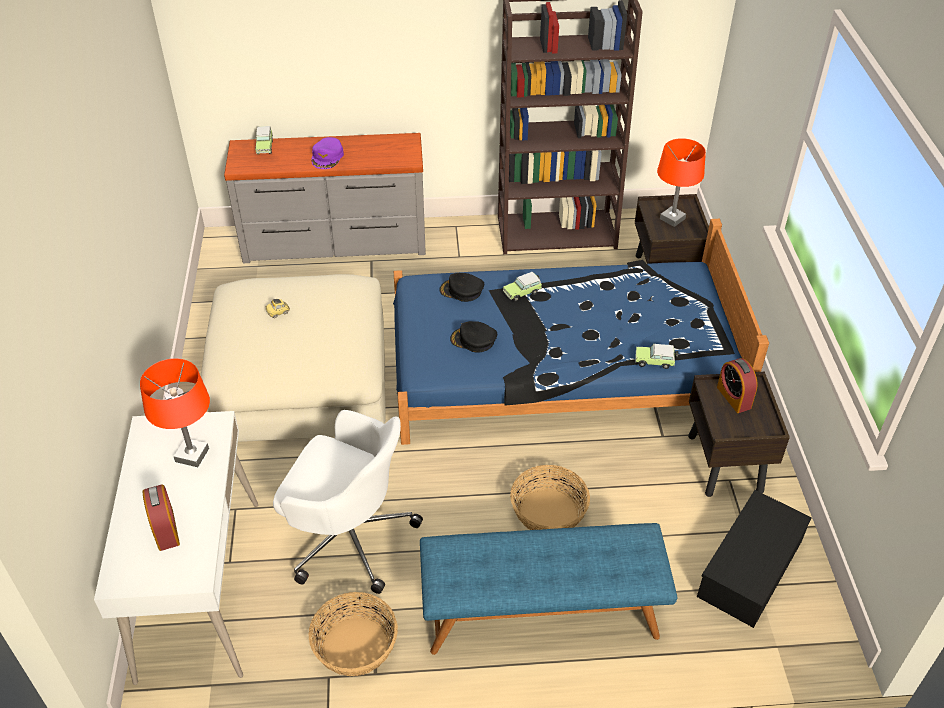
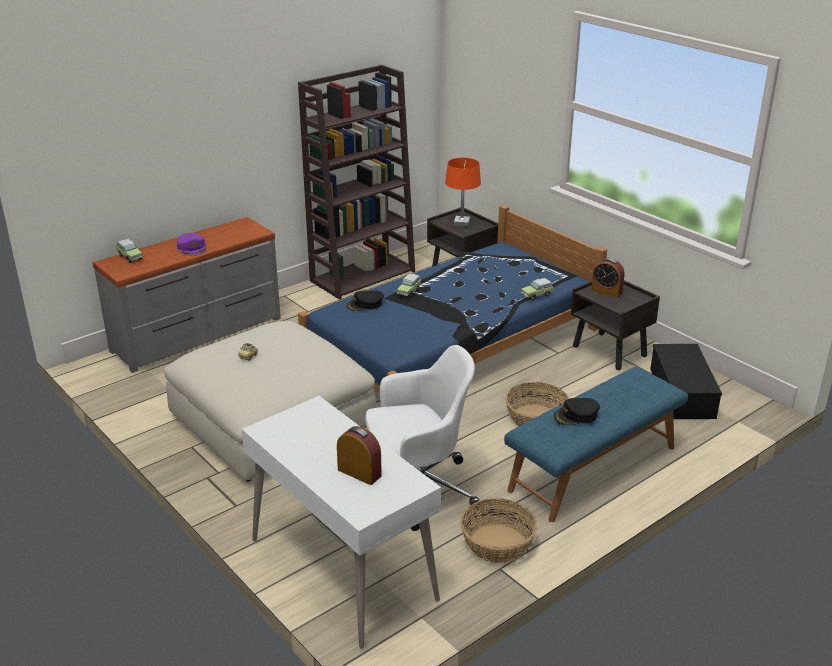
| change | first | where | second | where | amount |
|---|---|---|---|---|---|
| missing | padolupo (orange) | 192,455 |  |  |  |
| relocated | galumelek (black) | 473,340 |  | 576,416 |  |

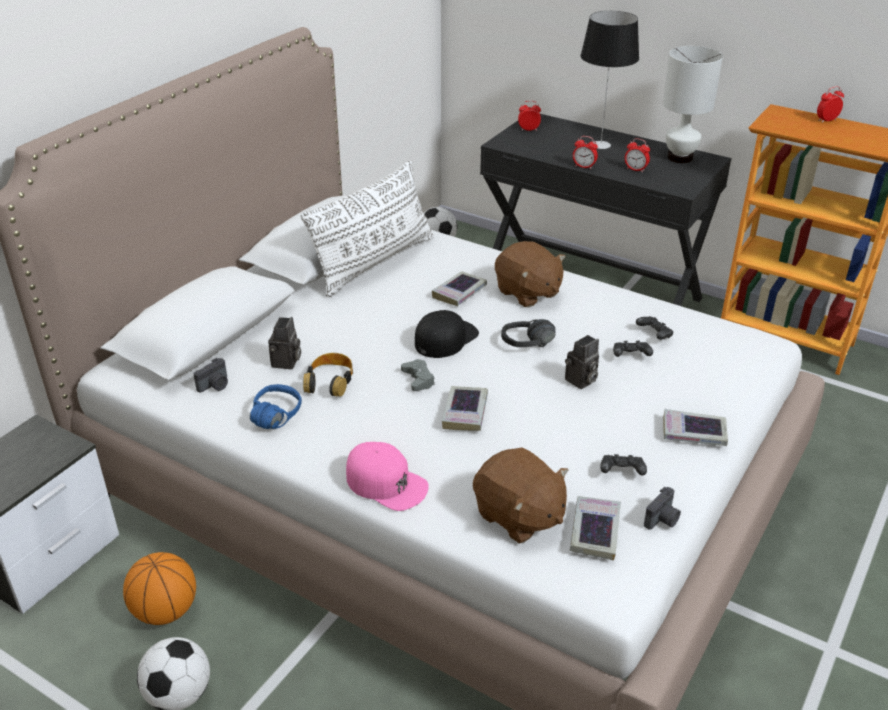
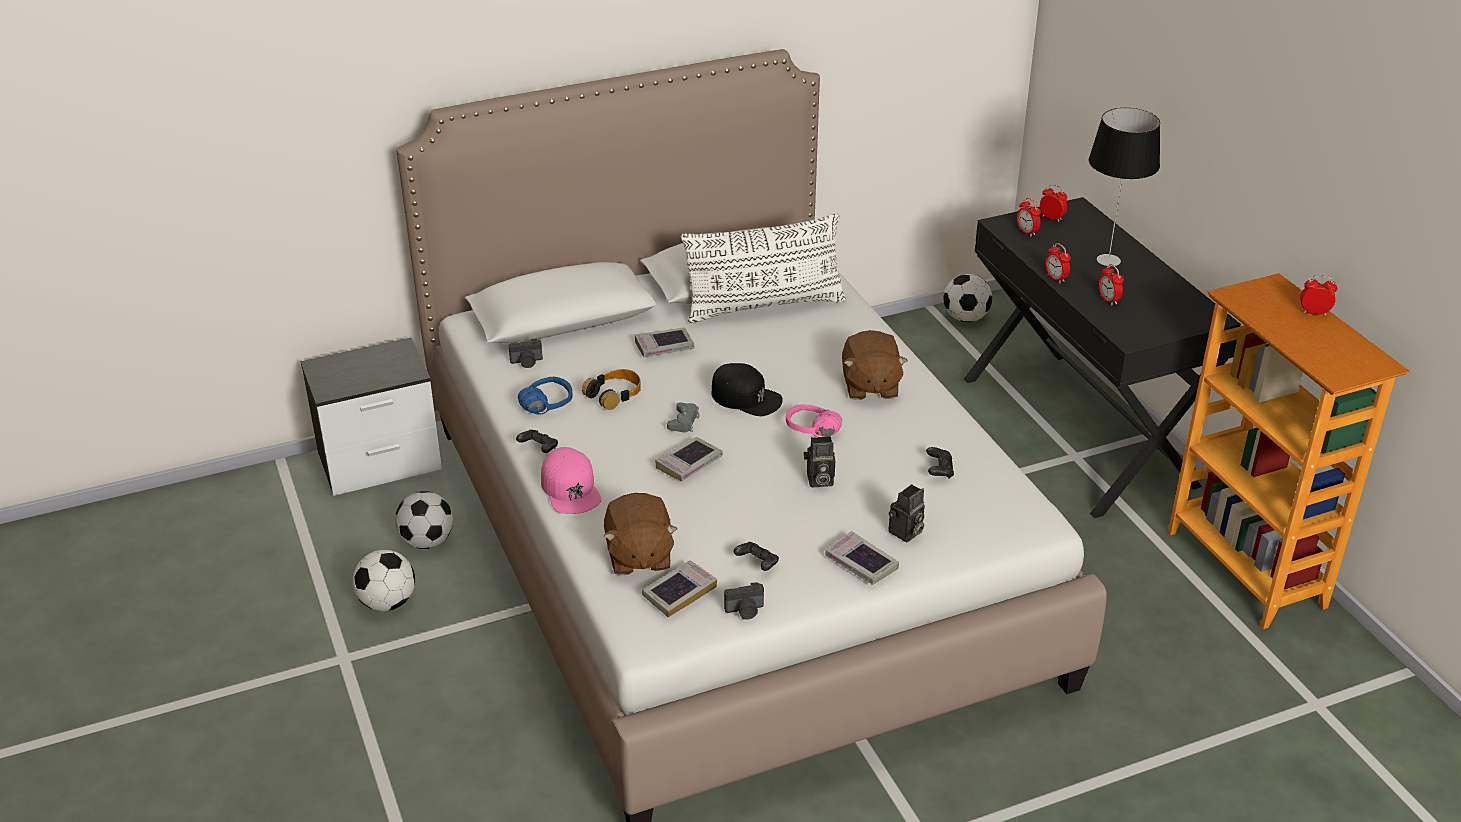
| change | first | where | second | where | amount |
|---|---|---|---|---|---|
| missing | padolupo (white) | 680,158 |  |  |  |
| appeared |  |  | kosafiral | 1027,232 |  |
| relocated | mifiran | 286,363 |  | 906,533 |  |
| relocated | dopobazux | 459,292 |  | 664,346 |  |
| relocated | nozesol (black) | 630,356 |  | 539,448 |  |
| exchanged | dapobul | 166,611 | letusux | 427,541 |  |
| colour | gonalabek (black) | 530,347 | gonalabek (pink) | 810,435 |  |
| spun | galumelek (black) | 445,338 |  | 746,397 | 45 degrees clockwise |

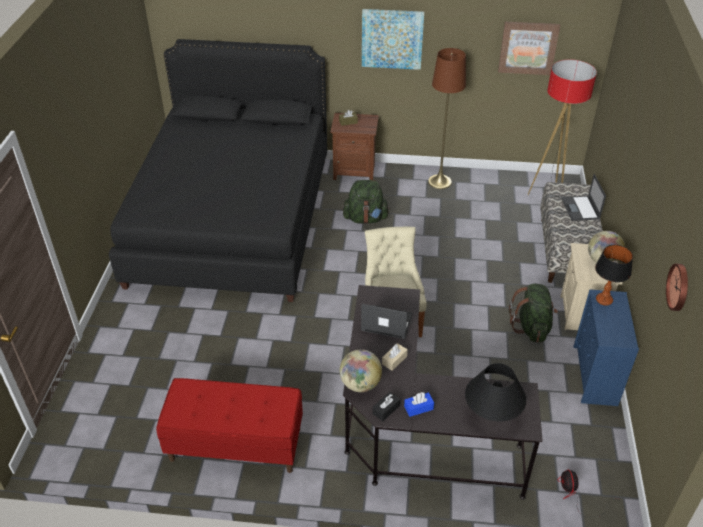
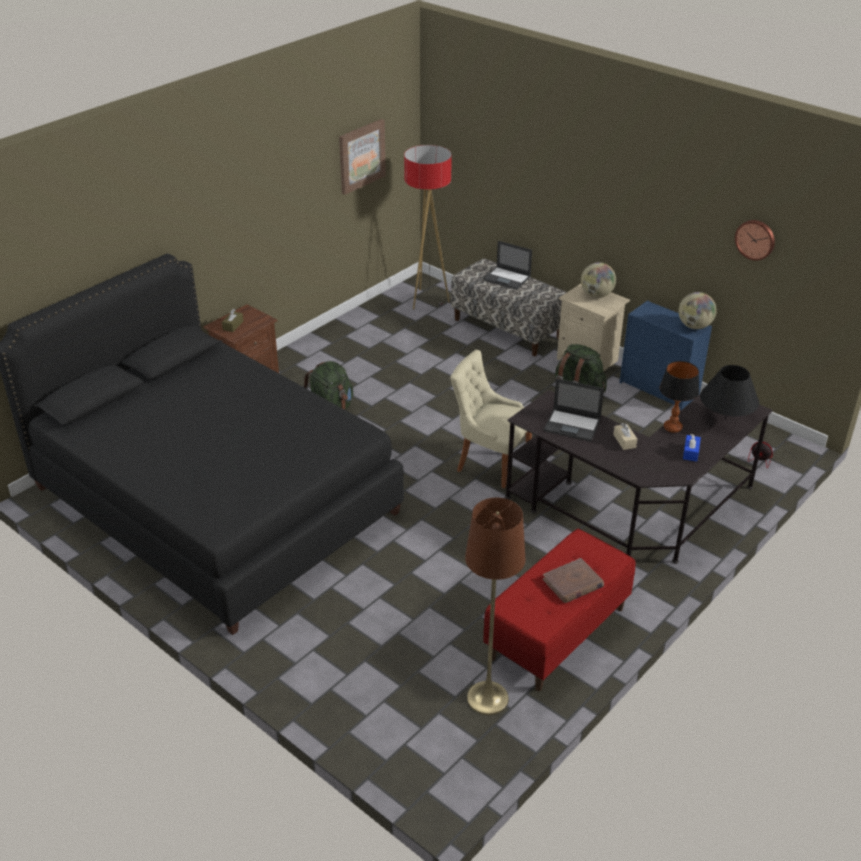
| change | first | where | second | where | amount |
|---|---|---|---|---|---|
| missing | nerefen | 392,39 |  |  |  |
| missing | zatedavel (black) | 386,409 |  |  |  |
| appeared |  |  | dopobazux (brown) | 573,583 |  |
| relocated | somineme | 360,384 |  | 694,326 |  |
| relocated | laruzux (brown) | 439,182 |  | 487,698 |  |
| relocated | padolupo | 604,300 |  | 672,427 |  |
| spun | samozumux | 386,322 |  | 573,425 | 120 degrees counterclockwise |

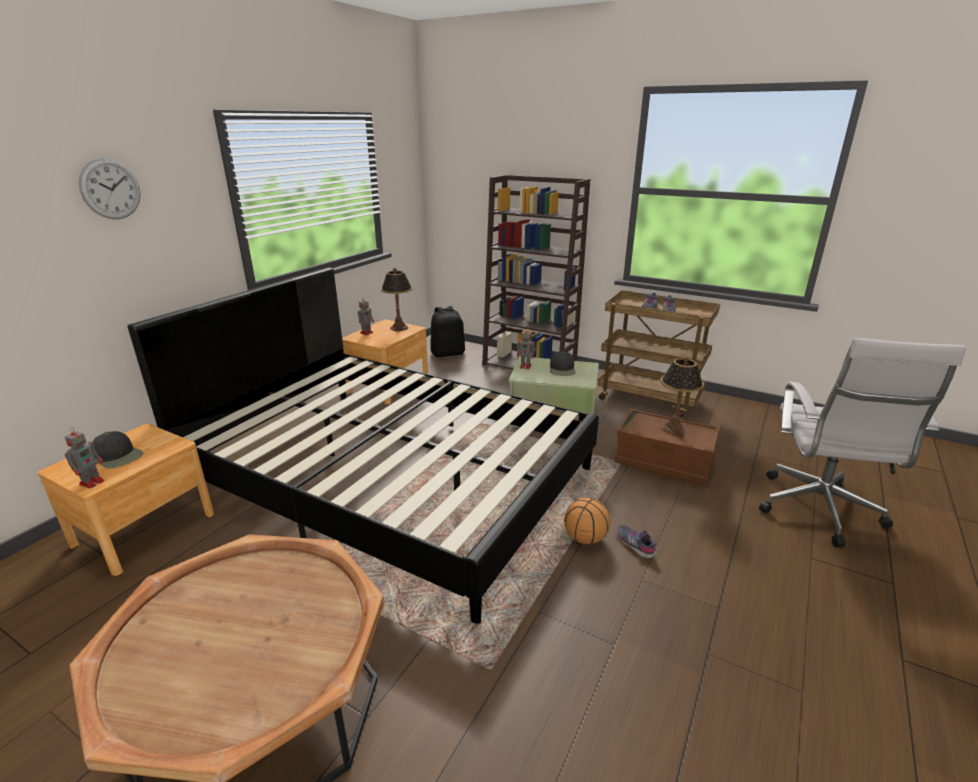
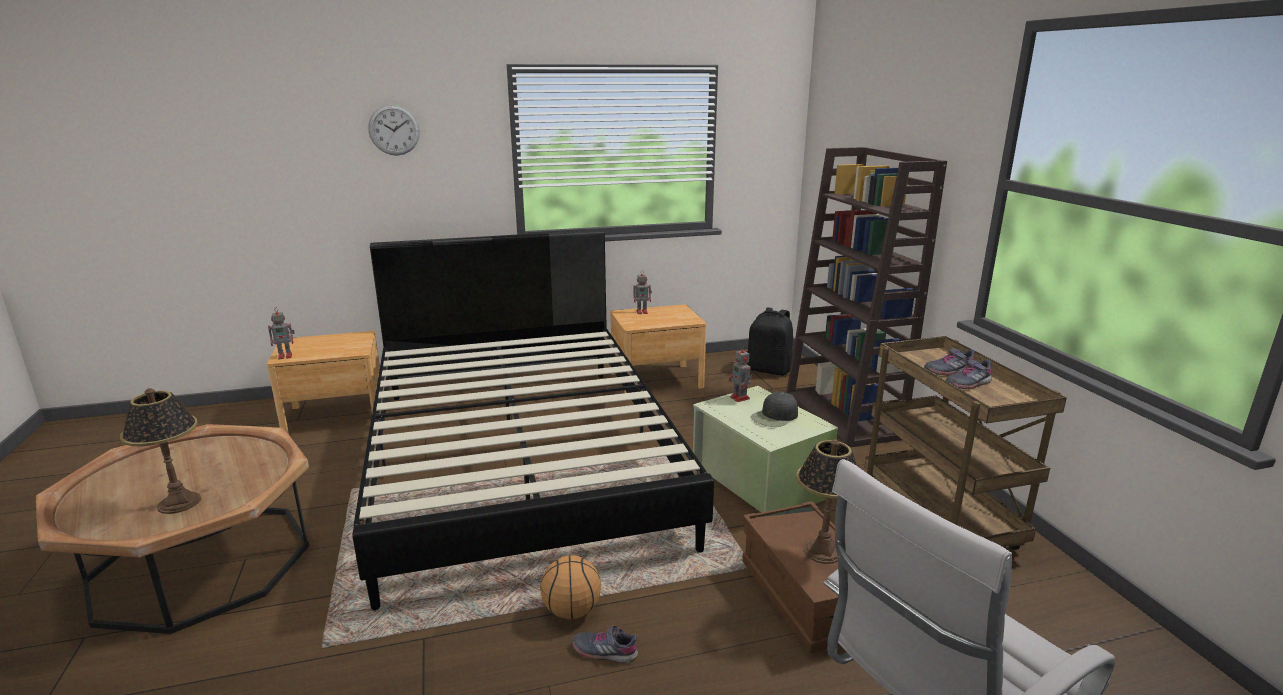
| change | first | where | second | where | amount |
|---|---|---|---|---|---|
| missing | galumelek (black) | 118,456 |  |  |  |
| relocated | padolupo | 399,328 |  | 180,503 |  |
| spun | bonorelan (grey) | 635,544 |  | 605,651 | 90 degrees counterclockwise |

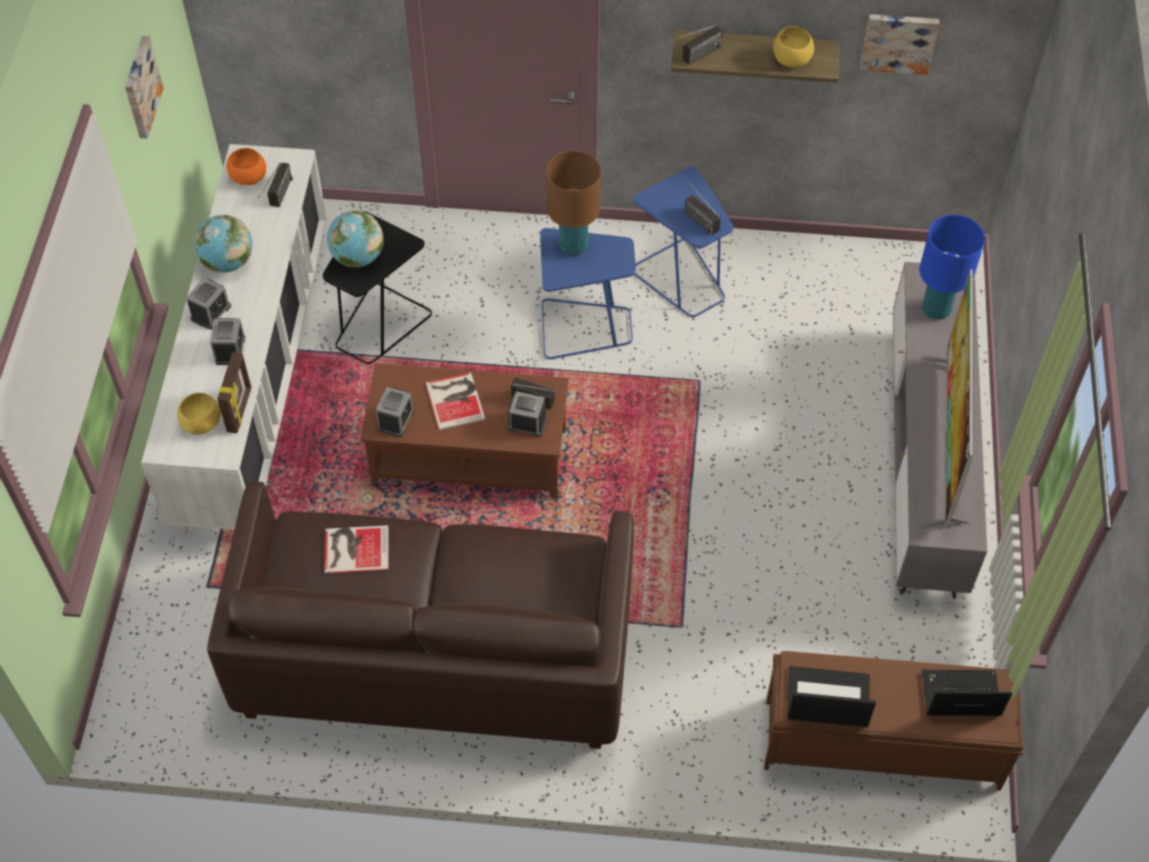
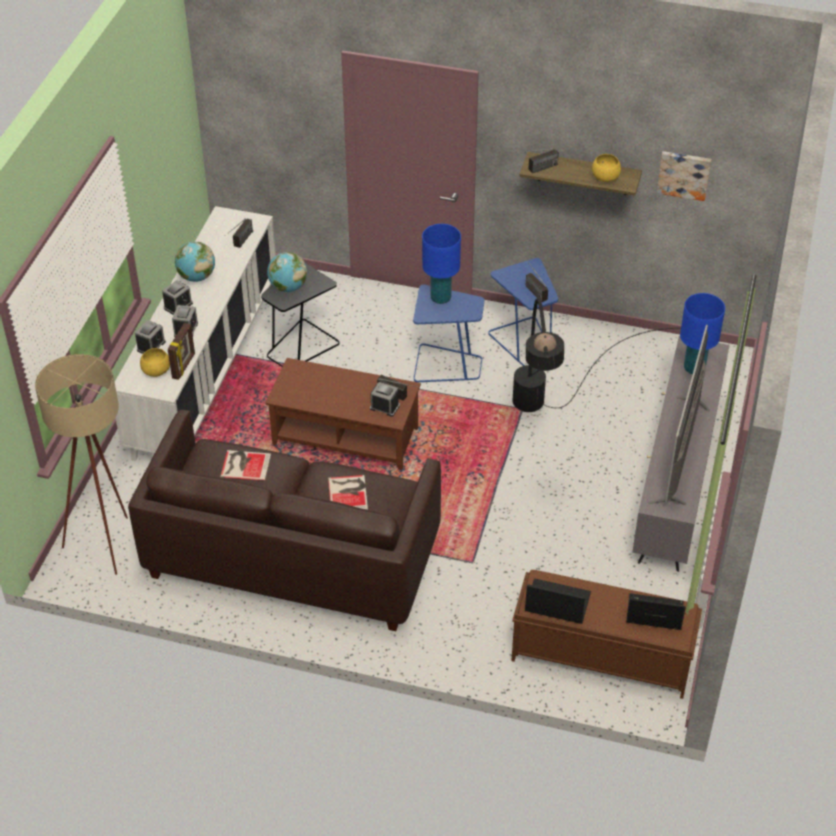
| change | first | where | second | where | amount |
|---|---|---|---|---|---|
| missing | nerefen | 140,87 |  |  |  |
| missing | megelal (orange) | 249,177 |  |  |  |
| appeared |  |  | laruzux (beige) | 108,540 |  |
| appeared |  |  | laruzux (black) | 549,428 |  |
| relocated | kosafiral | 396,420 |  | 151,346 |  |
| relocated | dopobazux | 456,400 |  | 348,493 |  |
| colour | padolupo (brown) | 573,247 | padolupo (blue) | 440,298 |  |

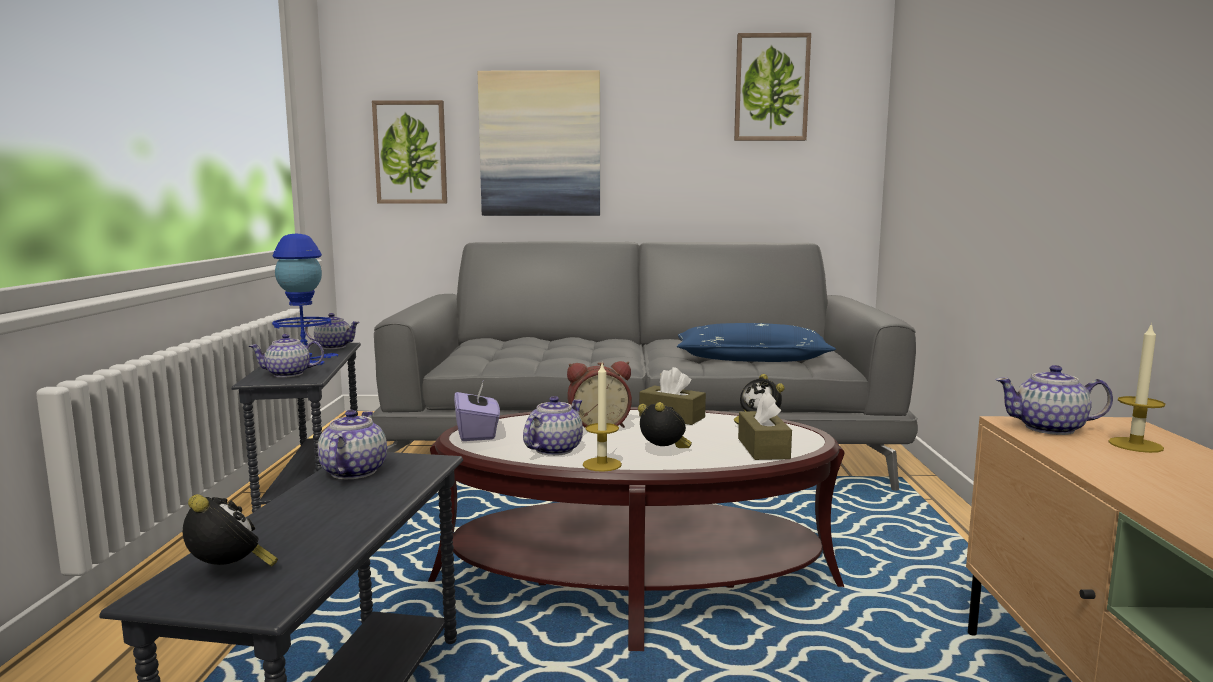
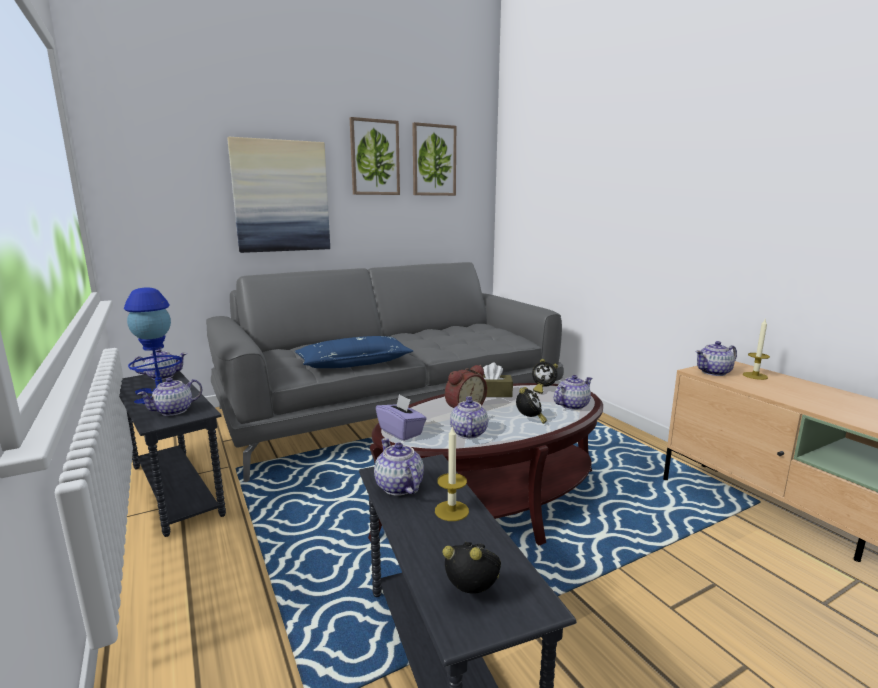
| change | first | where | second | where | amount |
|---|---|---|---|---|---|
| relocated | nerefen | 410,152 |  | 374,157 |  |
| relocated | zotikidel | 602,464 |  | 451,511 |  |
| relocated | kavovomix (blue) | 752,359 |  | 354,363 |  |
| exchanged | zatedavel (brown) | 763,448 | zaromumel | 571,405 |  |
| spun | kosafiral | 664,453 |  | 529,420 | 90 degrees clockwise |

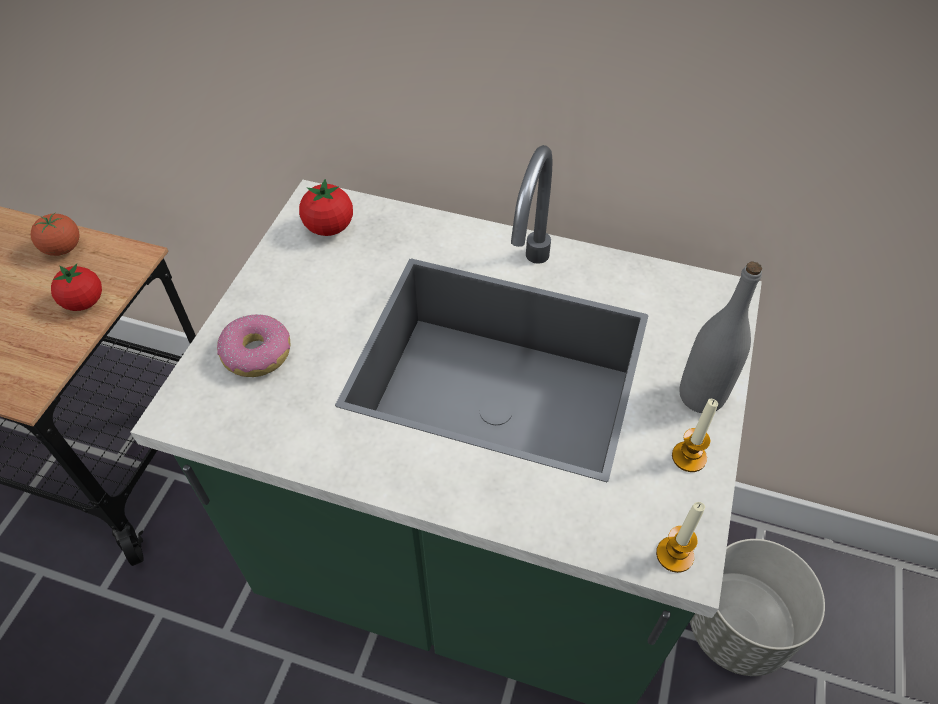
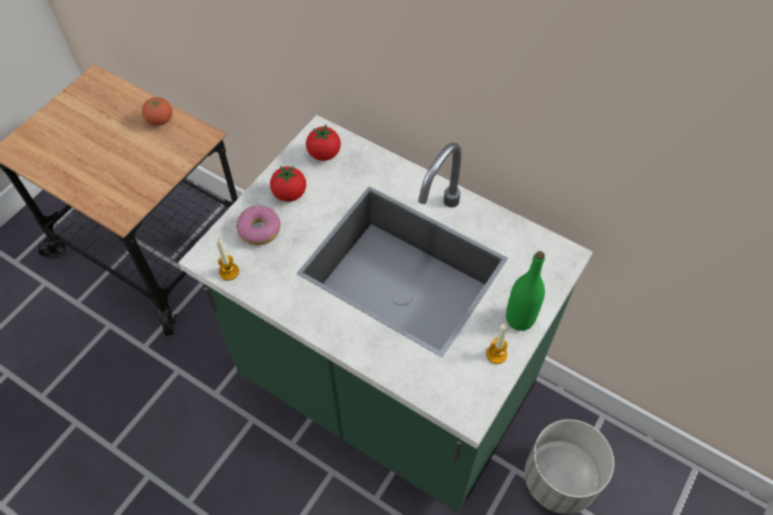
| change | first | where | second | where | amount |
|---|---|---|---|---|---|
| relocated | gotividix | 84,302 |  | 289,194 |  |
| relocated | zotikidel | 674,555 |  | 229,272 |  |
| colour | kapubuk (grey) | 701,396 | kapubuk (green) | 520,318 |  |

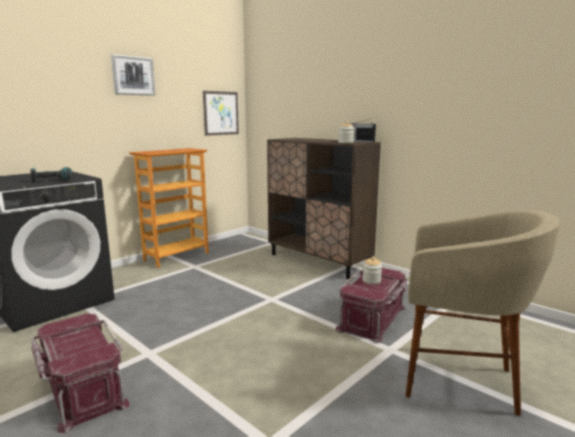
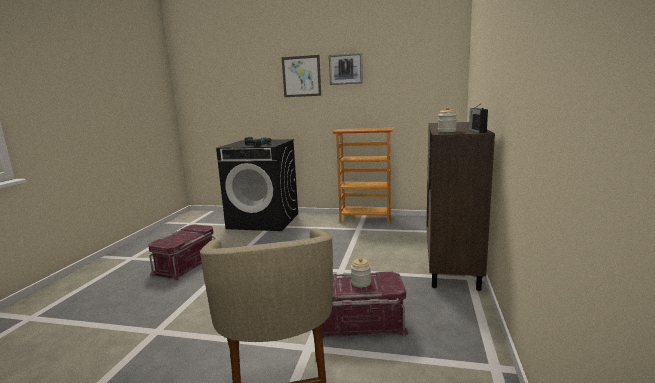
| change | first | where | second | where | amount |
|---|---|---|---|---|---|
| relocated | nerefen | 221,113 |  | 301,76 |  |

